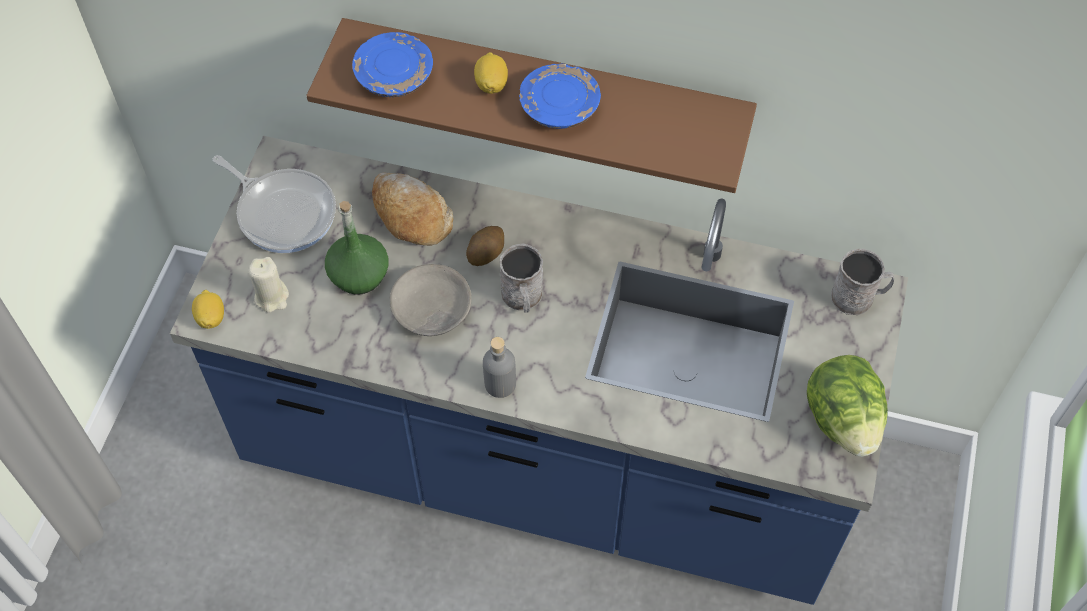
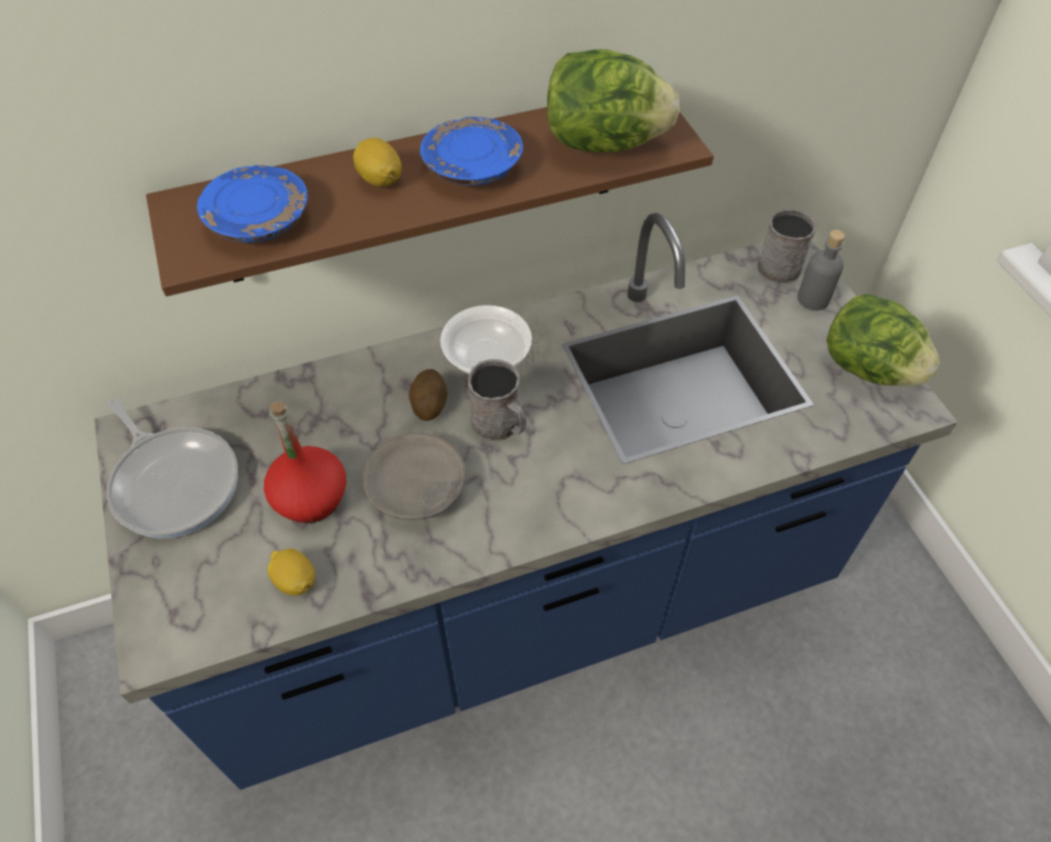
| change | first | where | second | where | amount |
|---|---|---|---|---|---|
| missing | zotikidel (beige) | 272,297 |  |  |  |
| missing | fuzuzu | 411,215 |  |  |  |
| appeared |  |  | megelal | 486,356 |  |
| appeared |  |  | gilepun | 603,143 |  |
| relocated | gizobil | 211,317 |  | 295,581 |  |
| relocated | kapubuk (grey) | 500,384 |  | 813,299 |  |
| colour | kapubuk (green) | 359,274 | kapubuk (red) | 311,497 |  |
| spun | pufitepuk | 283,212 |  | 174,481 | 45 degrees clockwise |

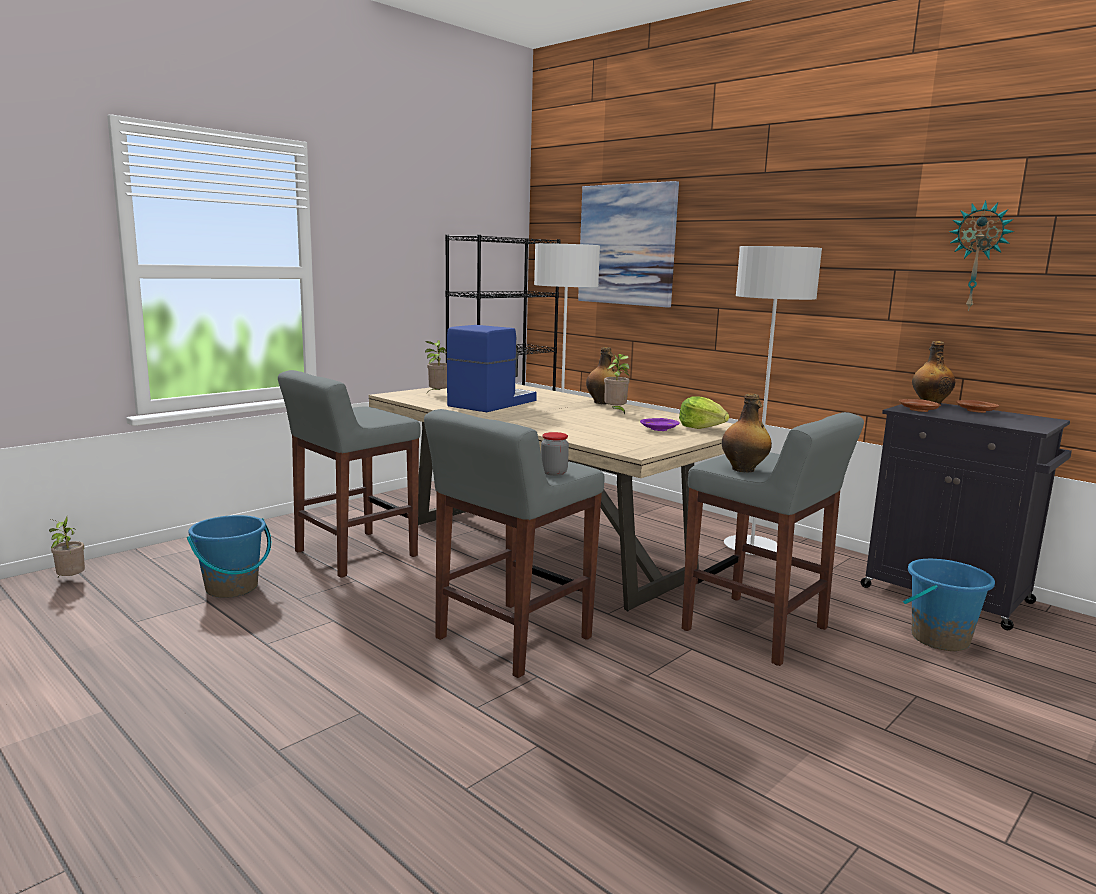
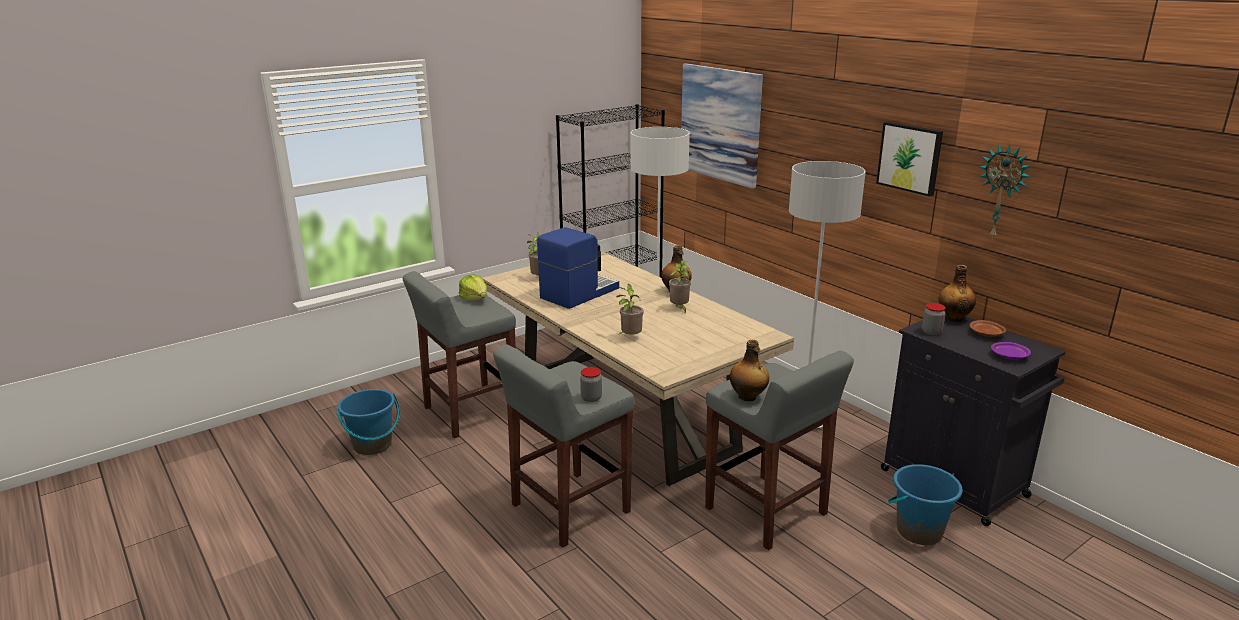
| change | first | where | second | where | amount |
|---|---|---|---|---|---|
| appeared |  |  | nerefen | 910,158 |  |
| relocated | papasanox | 70,580 |  | 630,337 |  |
| relocated | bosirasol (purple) | 659,429 |  | 1009,356 |  |
| relocated | gilepun | 701,428 |  | 475,298 |  |
| exchanged | bosirasol (brown) | 918,410 | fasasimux | 931,332 |  |

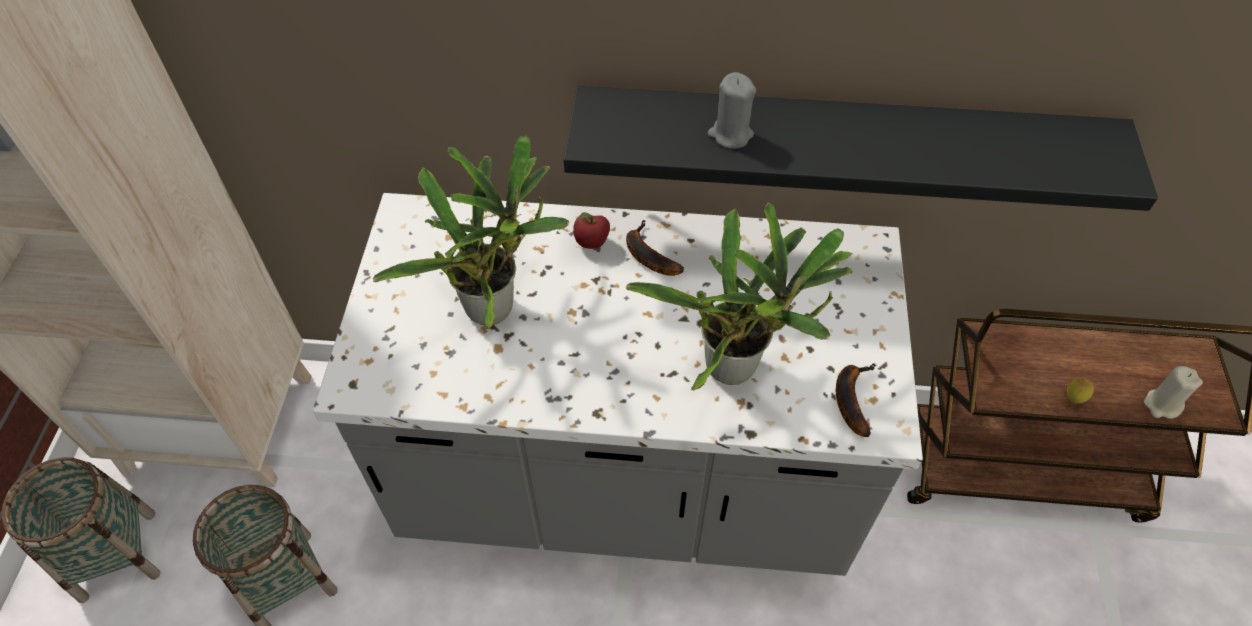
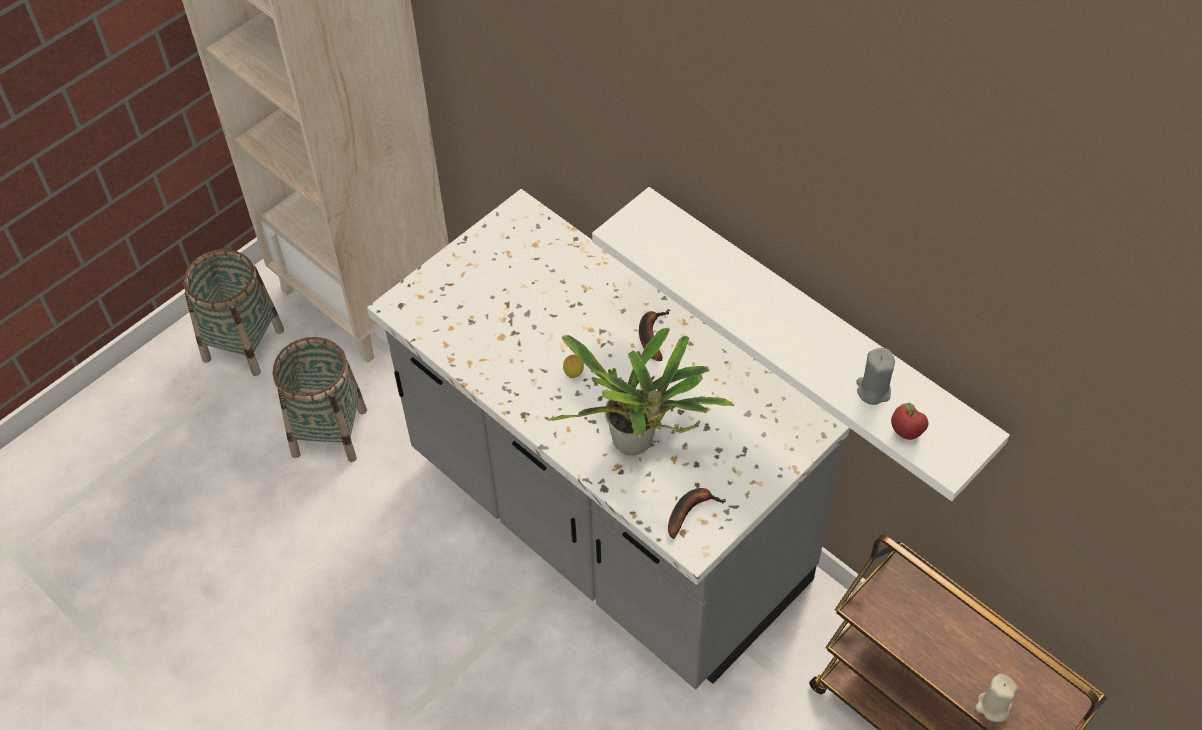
| change | first | where | second | where | amount |
|---|---|---|---|---|---|
| missing | papasanox | 496,305 |  |  |  |
| relocated | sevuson | 591,244 |  | 905,433 |  |
| relocated | zotikidel (grey) | 730,134 |  | 873,390 |  |
| relocated | gizobil | 1073,398 |  | 573,374 |  |
| colour | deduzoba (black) | 840,142 | deduzoba (white) | 813,330 |  |

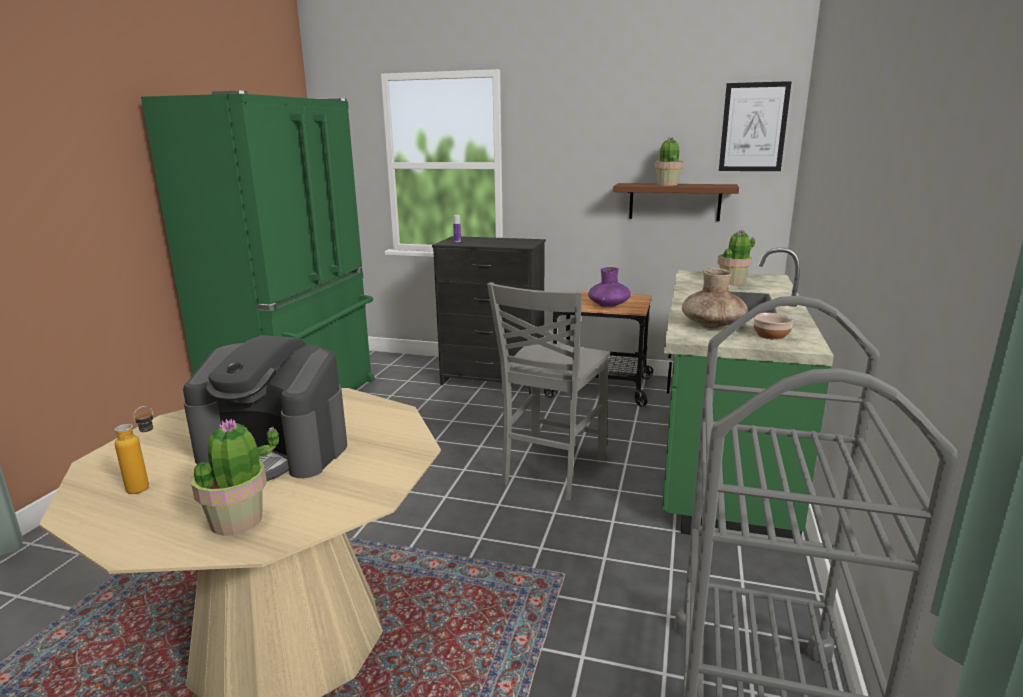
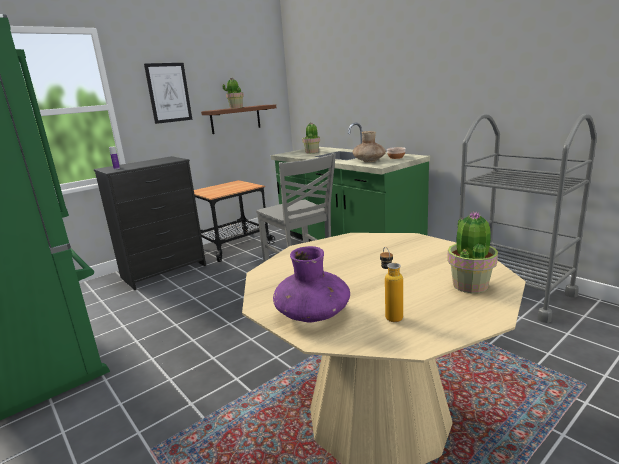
| change | first | where | second | where | amount |
|---|---|---|---|---|---|
| missing | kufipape | 275,451 |  |  |  |
| relocated | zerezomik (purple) | 608,305 |  | 313,314 |  |
| relocated | nerefen | 753,127 |  | 169,93 |  |

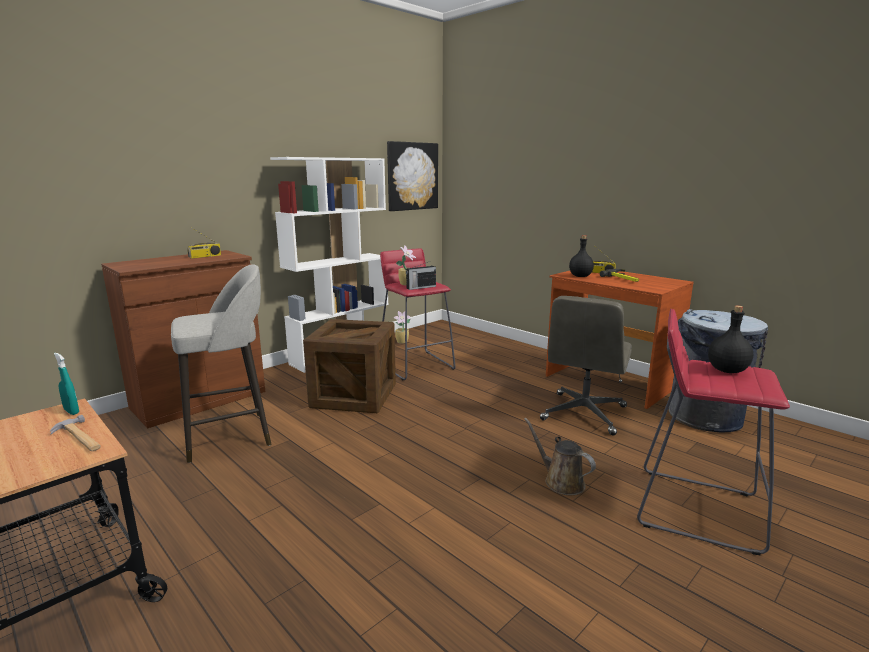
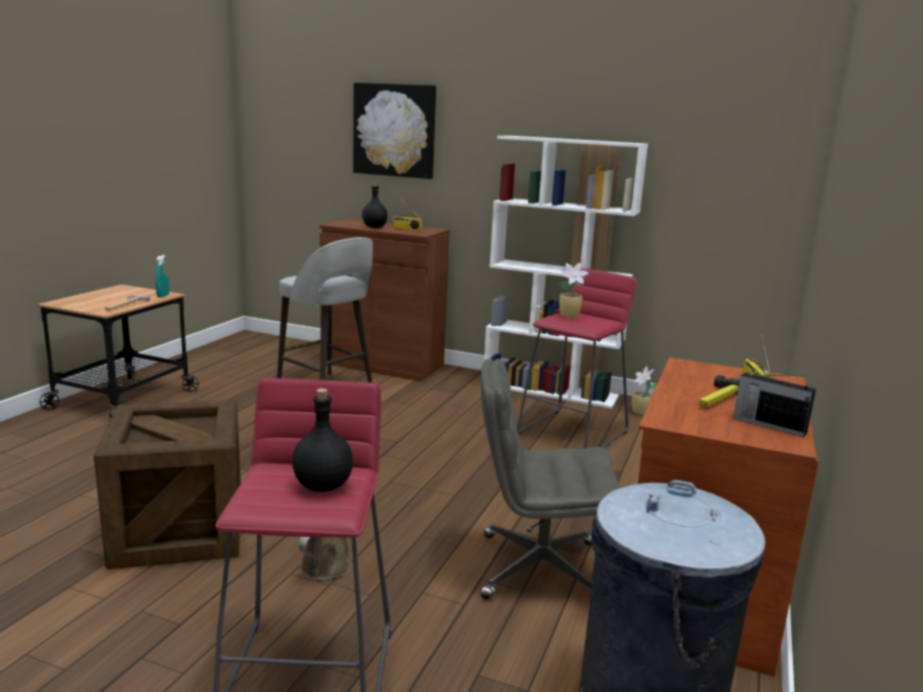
| change | first | where | second | where | amount |
|---|---|---|---|---|---|
| relocated | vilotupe | 354,396 |  | 179,531 |  |
| relocated | nerefen | 412,176 |  | 394,130 |  |
| relocated | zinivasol | 420,287 |  | 768,425 |  |
| relocated | kapubuk (black) | 581,276 |  | 374,227 |  |

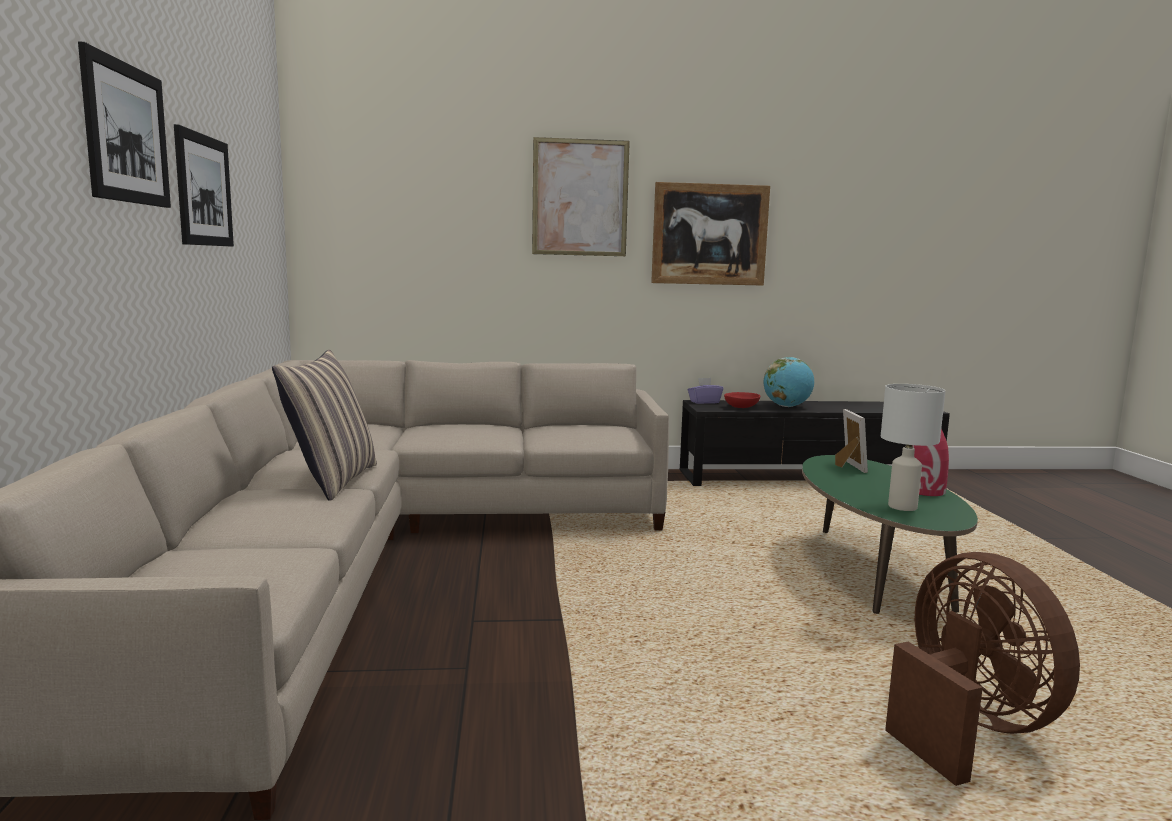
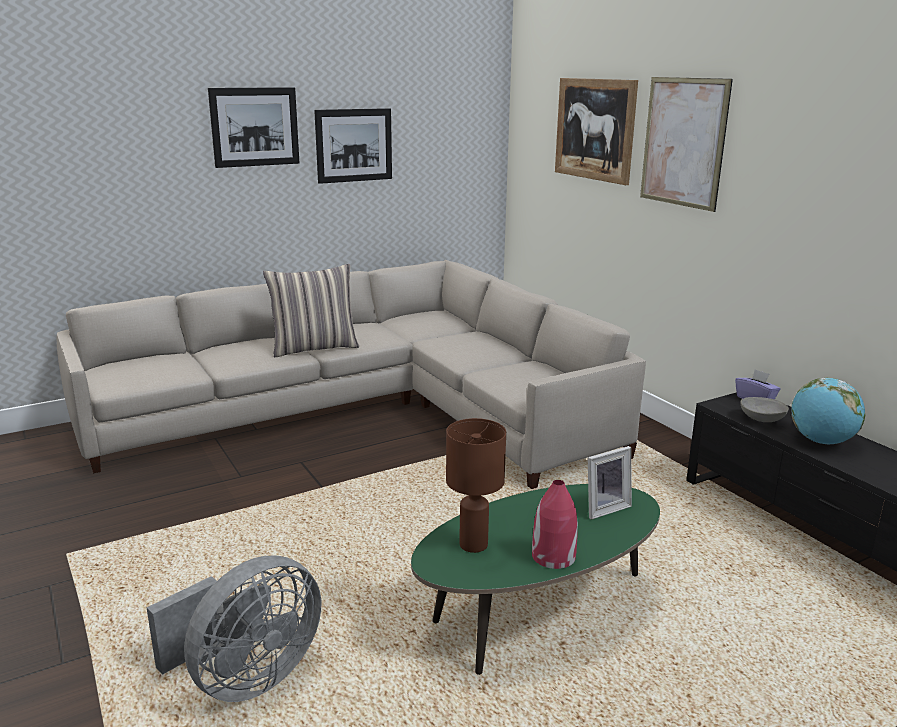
| change | first | where | second | where | amount |
|---|---|---|---|---|---|
| relocated | nerefen | 709,234 |  | 594,129 |  |
| colour | megelal (red) | 741,407 | megelal (grey) | 761,419 |  |
| colour | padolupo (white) | 902,506 | padolupo (brown) | 474,544 |  |
| colour | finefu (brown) | 966,727 | finefu (grey) | 246,678 |  |

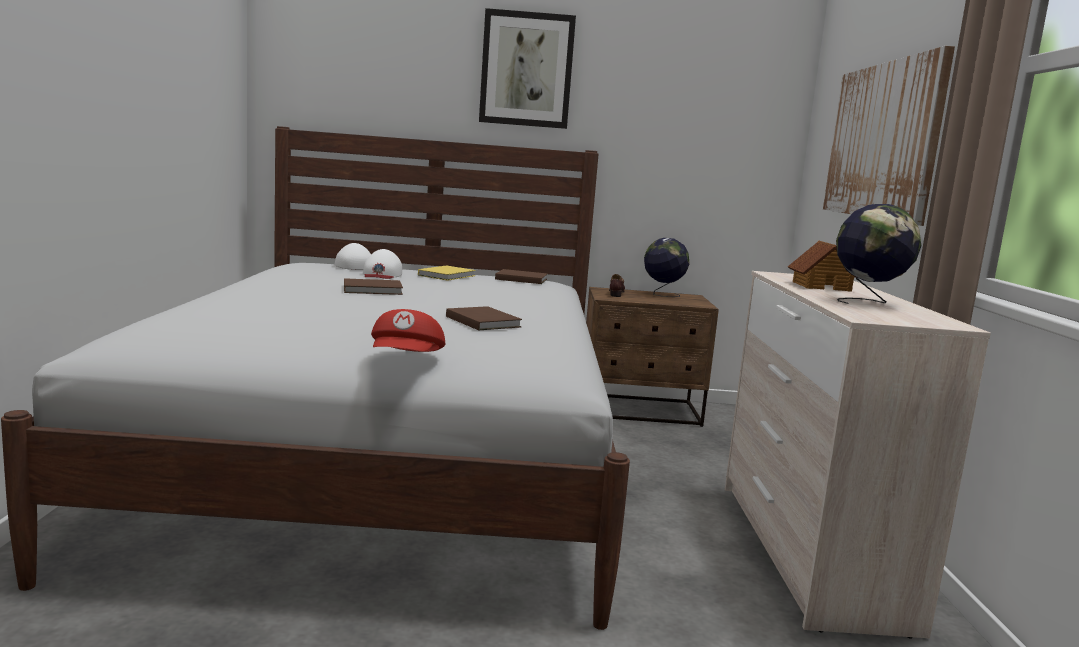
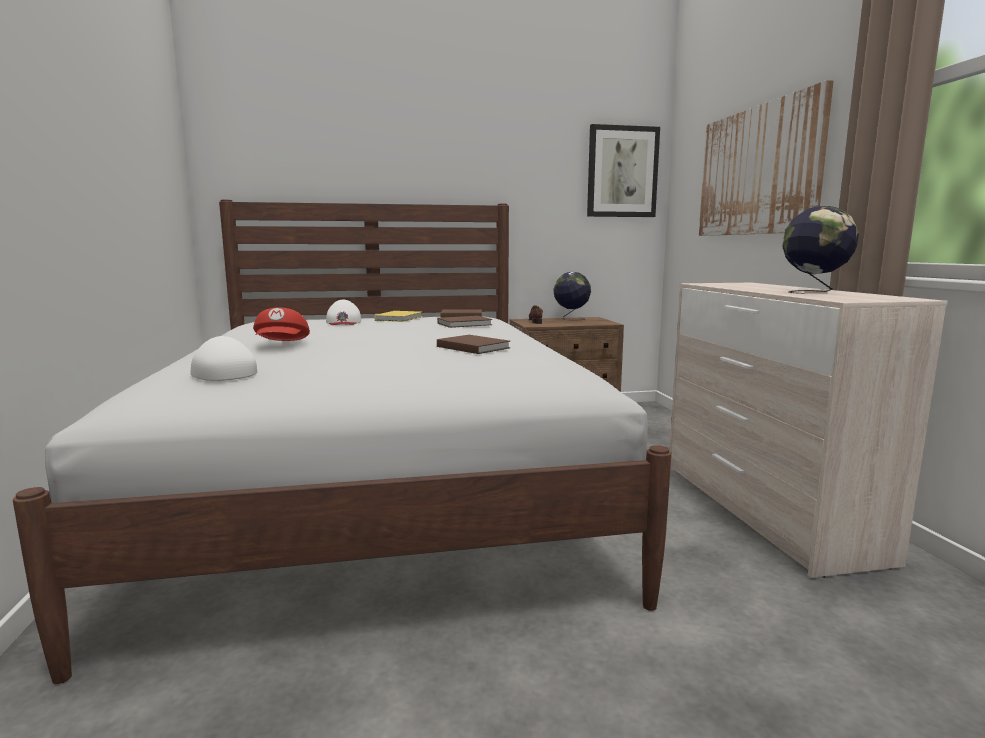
| change | first | where | second | where | amount |
|---|---|---|---|---|---|
| missing | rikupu | 821,286 |  |  |  |
| relocated | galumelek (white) | 352,266 |  | 221,372 |  |
| relocated | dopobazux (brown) | 374,290 |  | 466,324 |  |
| relocated | galumelek (red) | 407,360 |  | 282,345 |  |
| relocated | nerefen | 526,70 |  | 622,172 |  |

